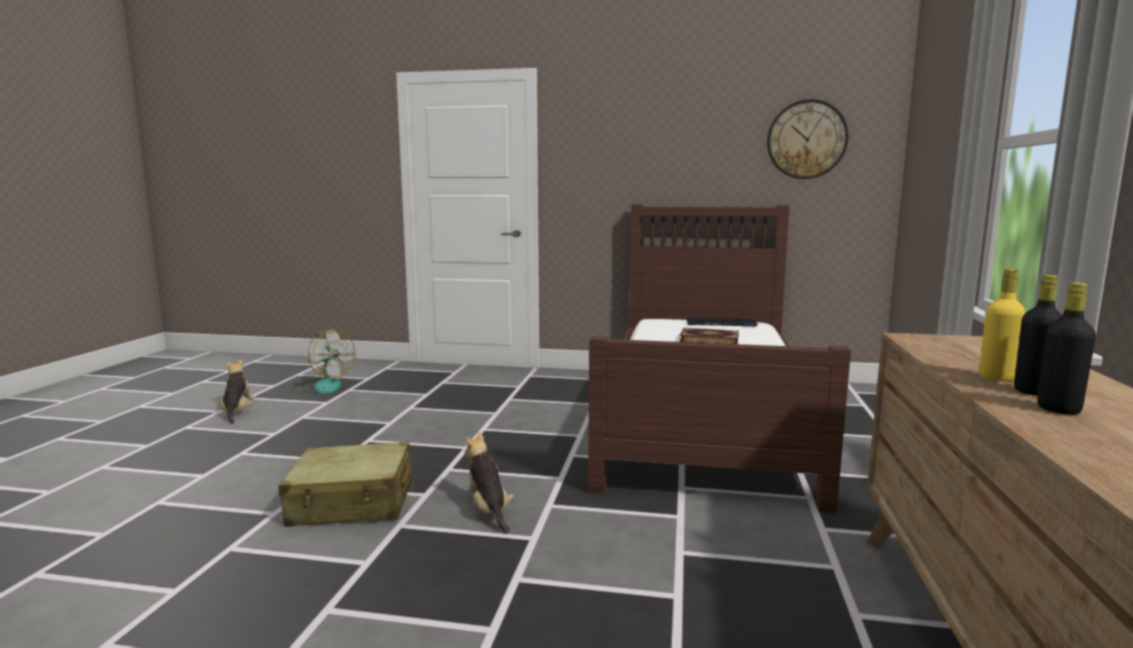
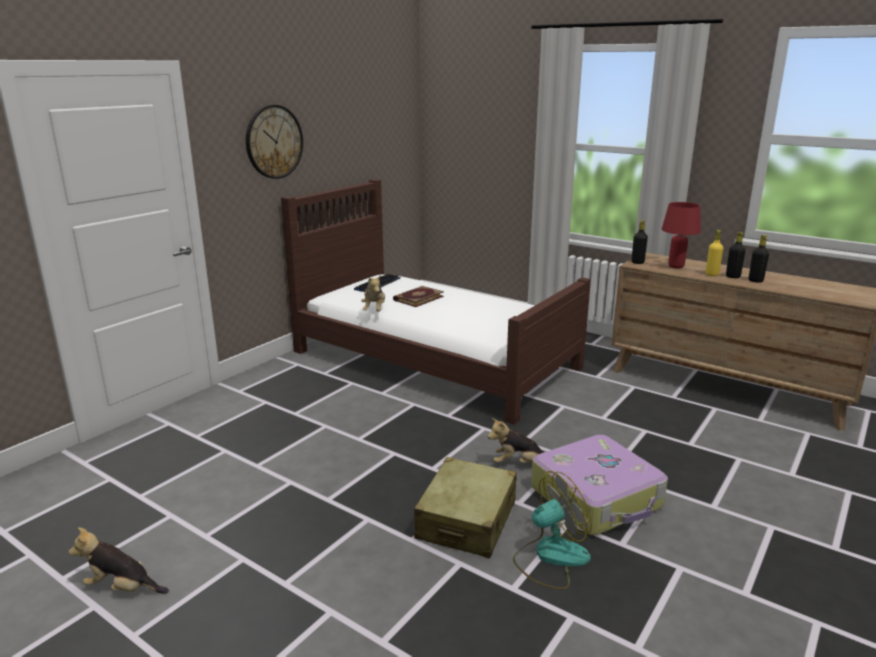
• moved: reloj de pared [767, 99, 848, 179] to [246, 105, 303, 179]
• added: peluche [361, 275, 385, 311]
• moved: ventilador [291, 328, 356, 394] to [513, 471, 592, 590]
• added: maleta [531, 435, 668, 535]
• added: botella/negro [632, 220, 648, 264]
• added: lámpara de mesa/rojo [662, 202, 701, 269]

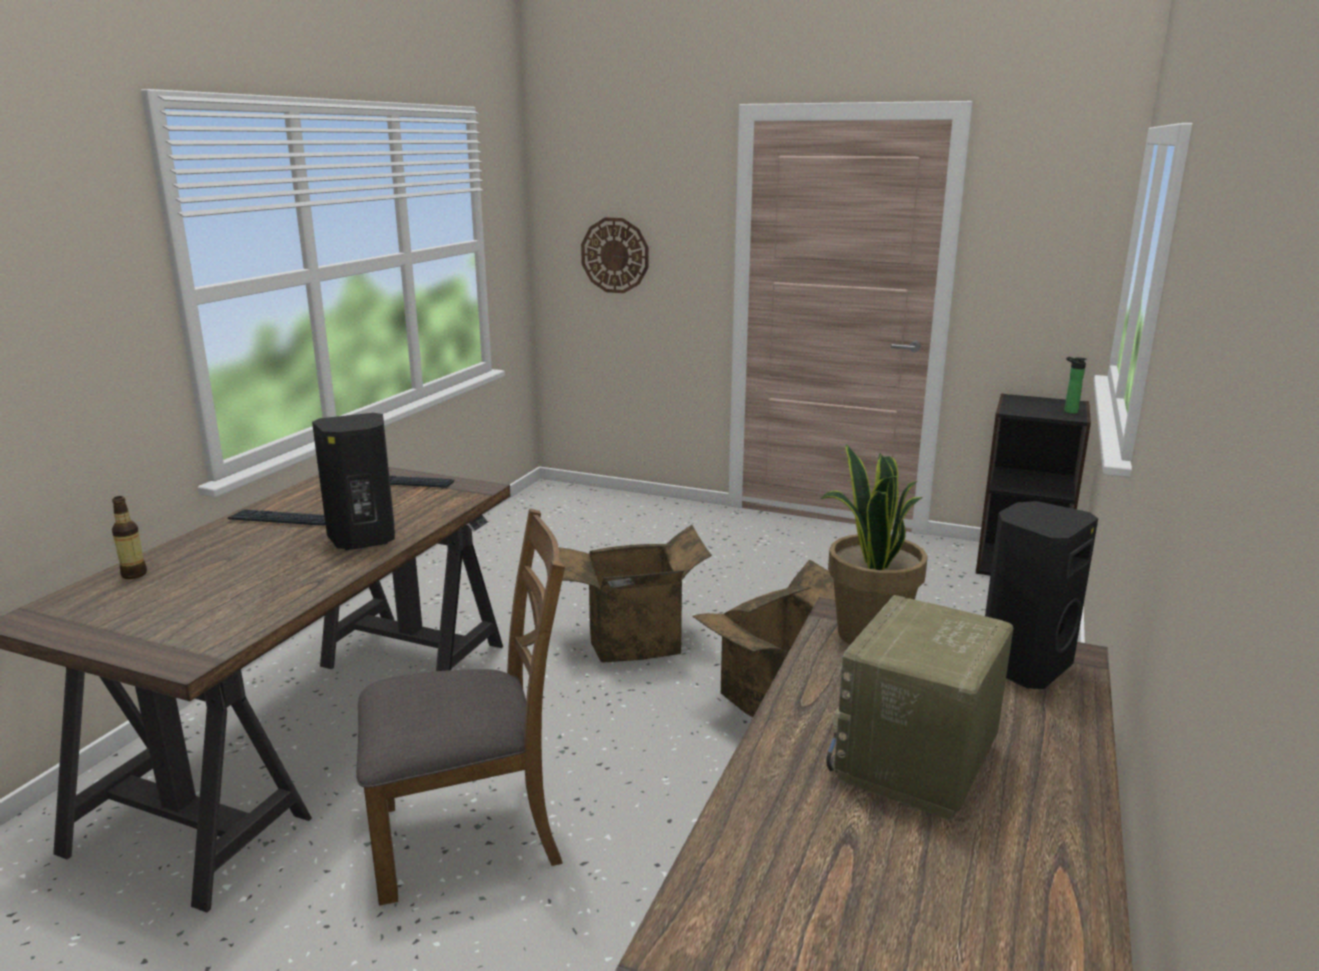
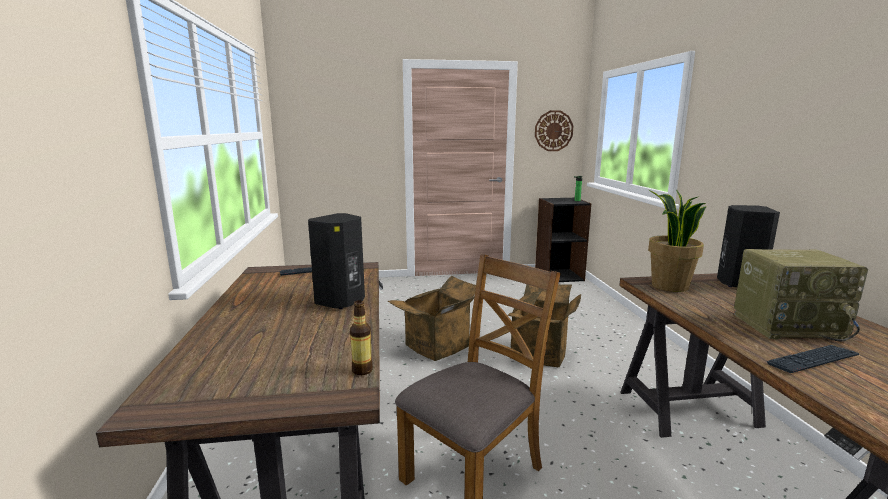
• moved: botella [112, 496, 147, 579] to [350, 300, 373, 375]
• moved: reloj de pared [581, 217, 649, 293] to [535, 110, 573, 151]
• turned: radio [826, 595, 1014, 821] = [734, 249, 868, 342] 90 degrees counterclockwise
• moved: teclado [228, 509, 326, 526] to [767, 345, 859, 373]

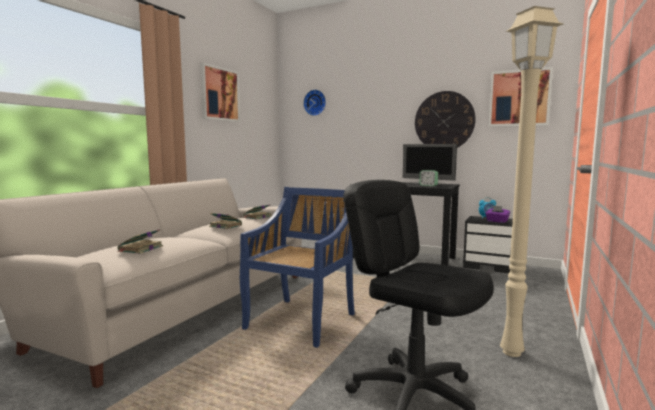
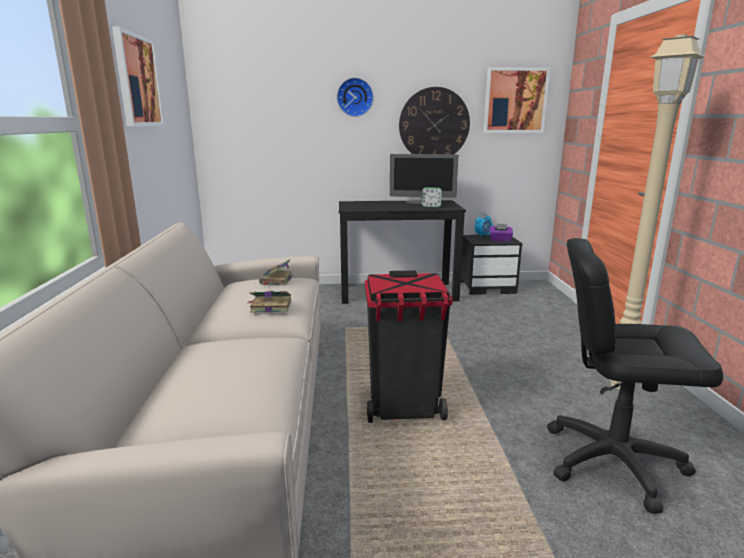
• moved: reloj de pared [303, 90, 326, 116] to [337, 78, 374, 117]
• replaced: silla/azul [240, 187, 355, 348] to papelera/negro [365, 270, 453, 423]
• removed: libro [117, 229, 163, 254]

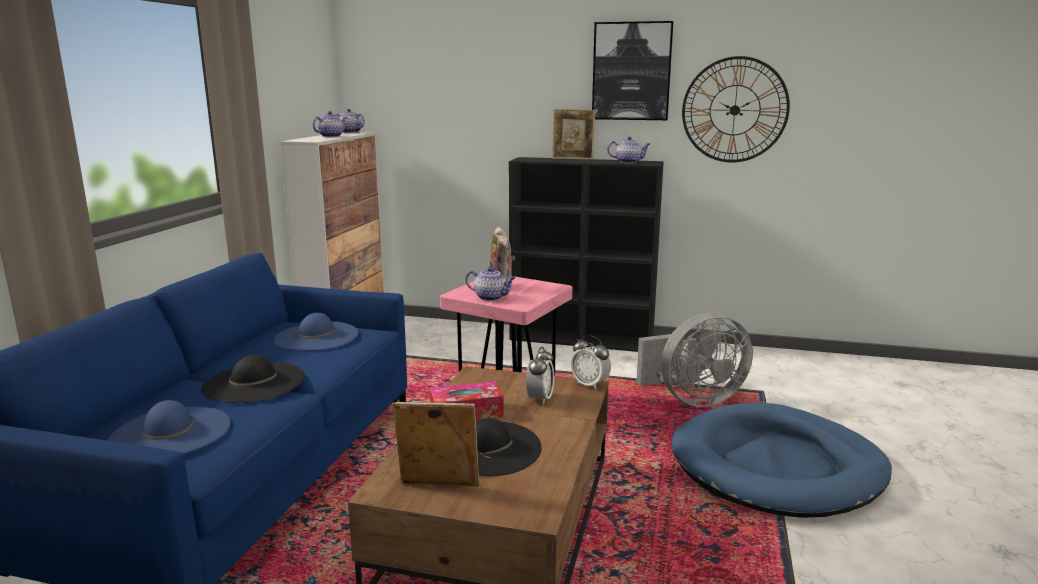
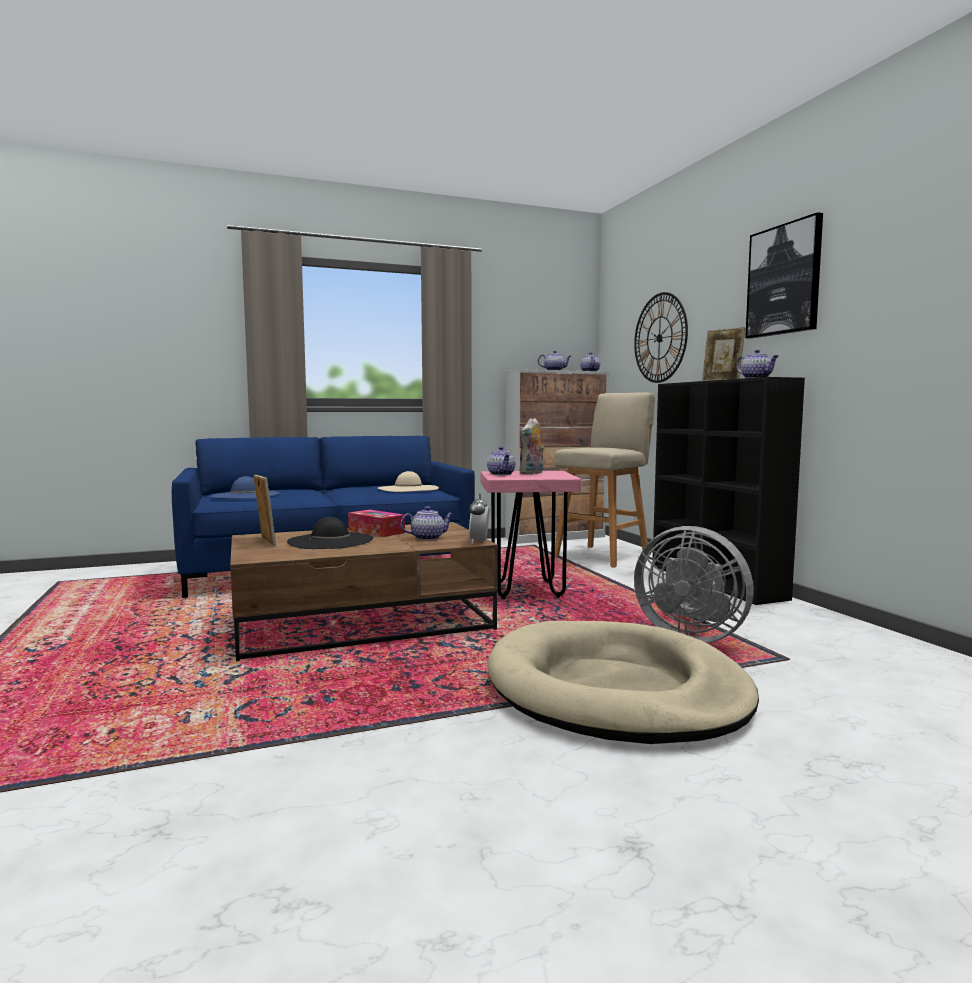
• recoloured: sombrero/azul [274, 313, 359, 350] to sombrero/beis [378, 471, 439, 492]
• replaced: despertador [526, 347, 554, 405] to tetera [401, 506, 454, 540]
• recoloured: cama para perro/azul [671, 403, 892, 518] to cama para perro/beis [487, 621, 759, 744]
• added: taburete/beis [554, 392, 655, 568]
• moved: reloj de pared [682, 56, 790, 163] to [634, 292, 688, 383]
• removed: sombrero/negro [201, 355, 305, 403]

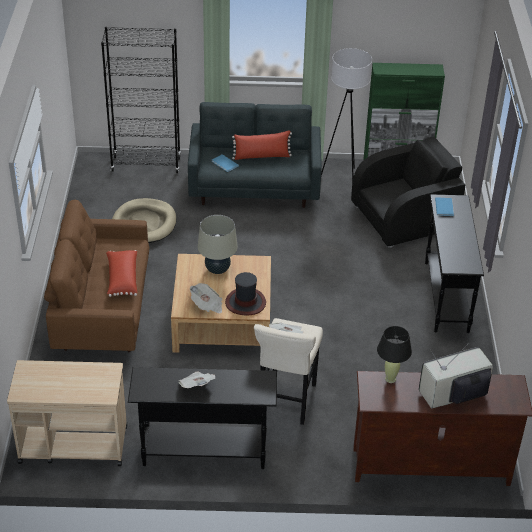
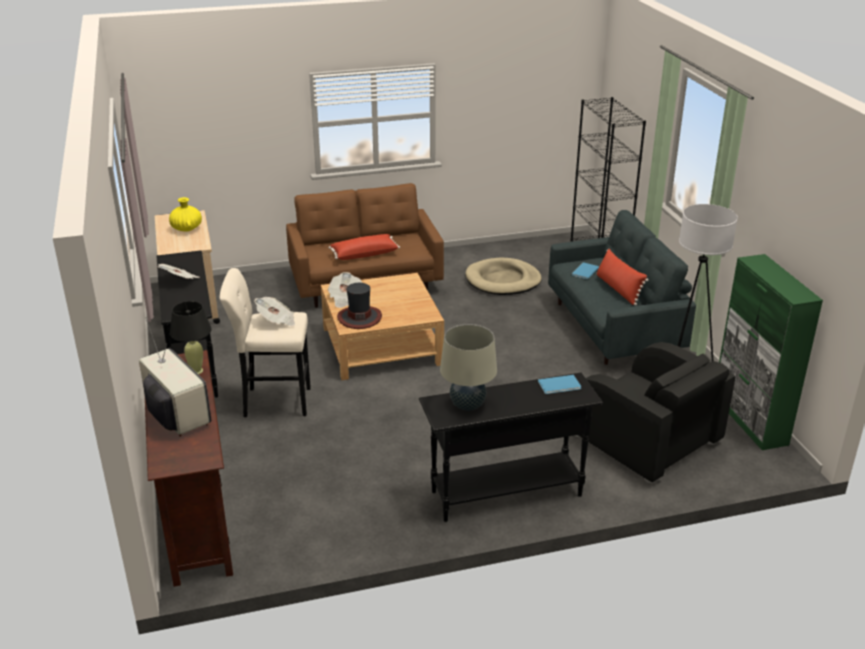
• added: florero/amarillo [169, 197, 202, 231]
• moved: lámpara de mesa/beis [198, 215, 238, 274] to [440, 324, 497, 411]

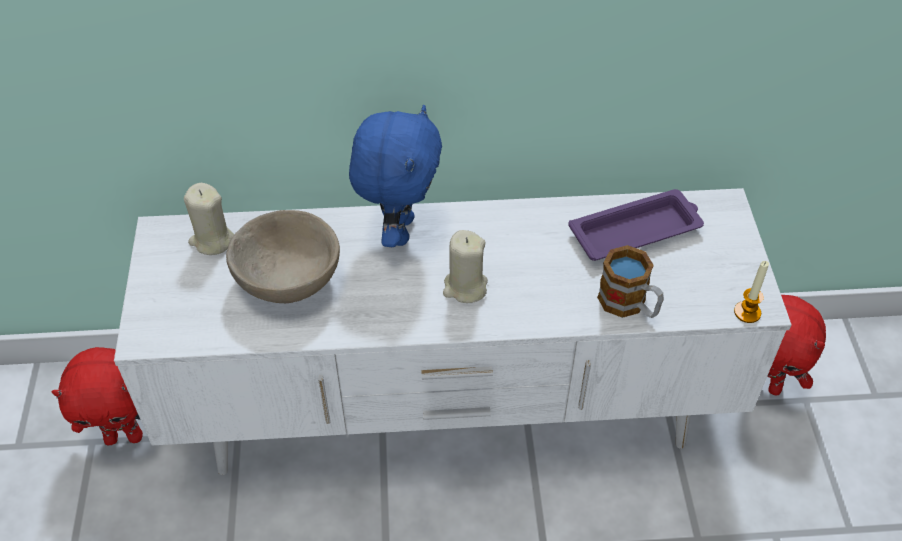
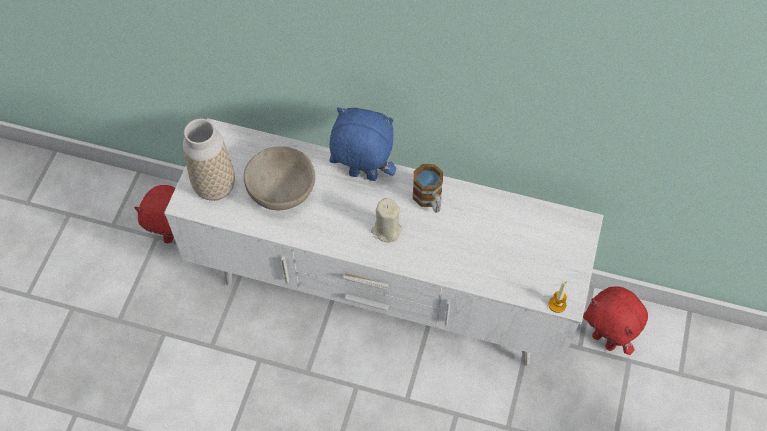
• added: florero [183, 119, 235, 201]
• turned: peluche/azul [349, 105, 442, 247] = [329, 107, 396, 181] 105 degrees counterclockwise
• moved: taza grande [597, 245, 664, 318] to [413, 164, 443, 213]
• removed: vela/beis [184, 183, 234, 255]
• removed: bandeja/morado [568, 189, 704, 261]

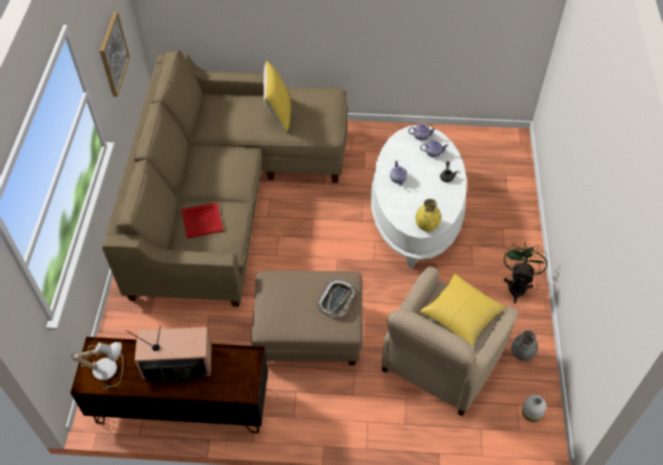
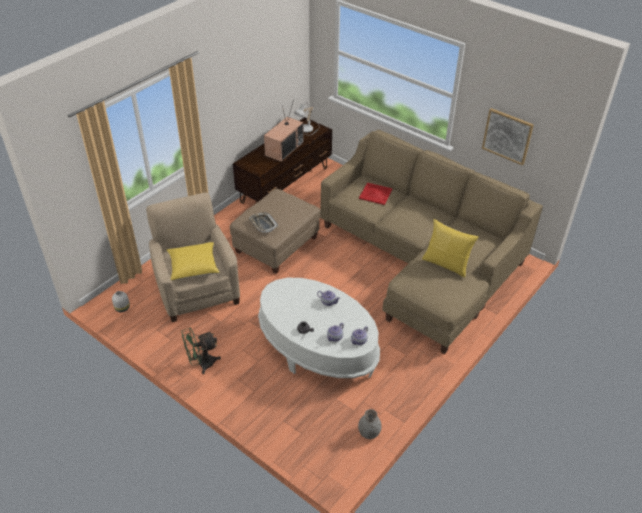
• turned: ventilador/verde [504, 241, 547, 303] = [181, 327, 221, 374] 105 degrees clockwise
• moved: florero/gris [511, 330, 538, 361] to [358, 409, 382, 439]
• removed: florero/amarillo [416, 199, 441, 231]

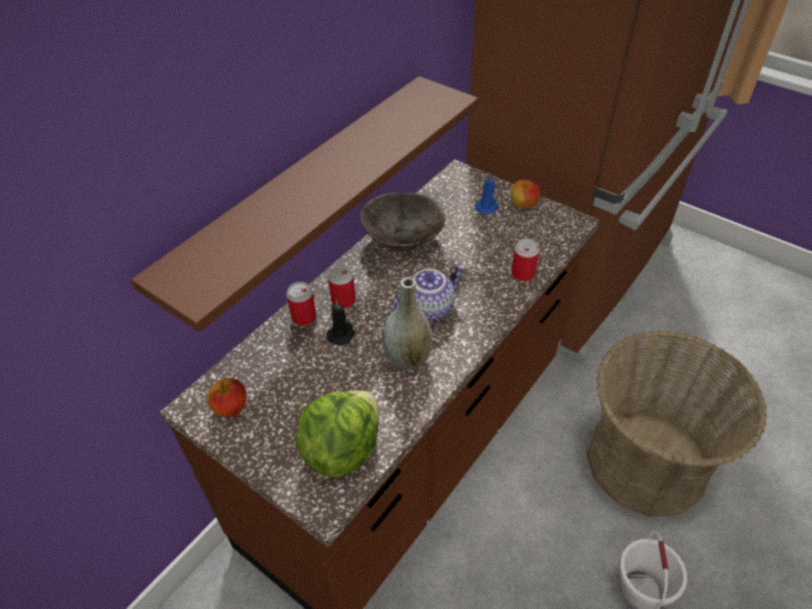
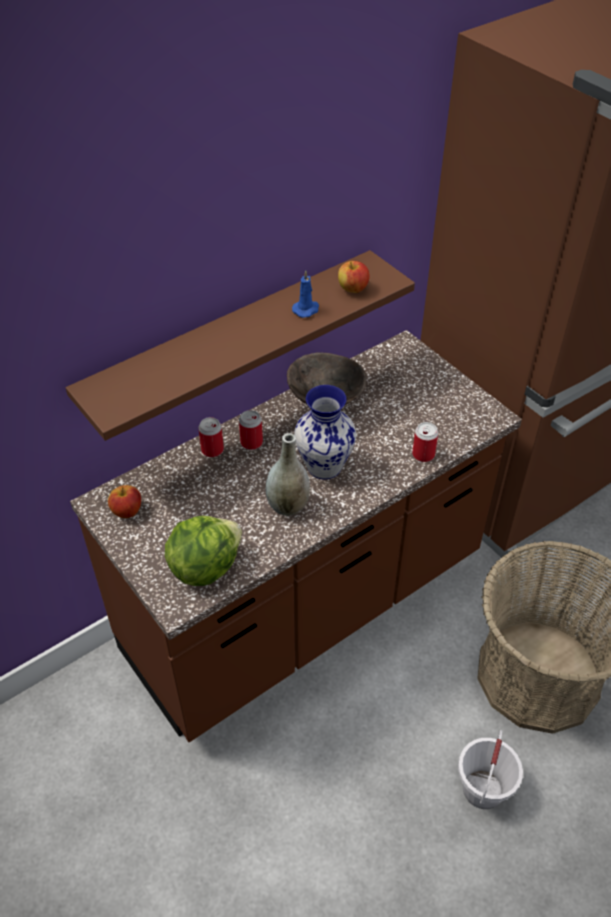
• moved: vela/azul [475, 172, 499, 215] to [292, 270, 319, 318]
• replaced: tetera [391, 264, 465, 322] to florero [294, 385, 356, 480]
• moved: manzana [510, 179, 540, 208] to [338, 261, 370, 293]
• removed: vela/negro [326, 300, 355, 346]

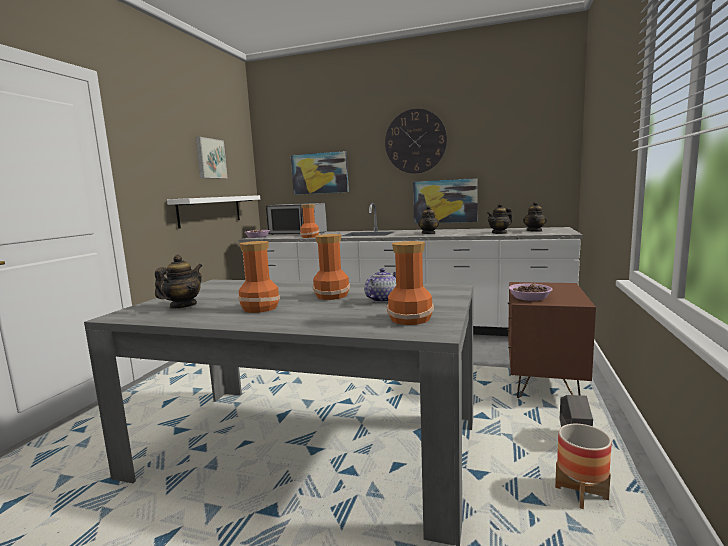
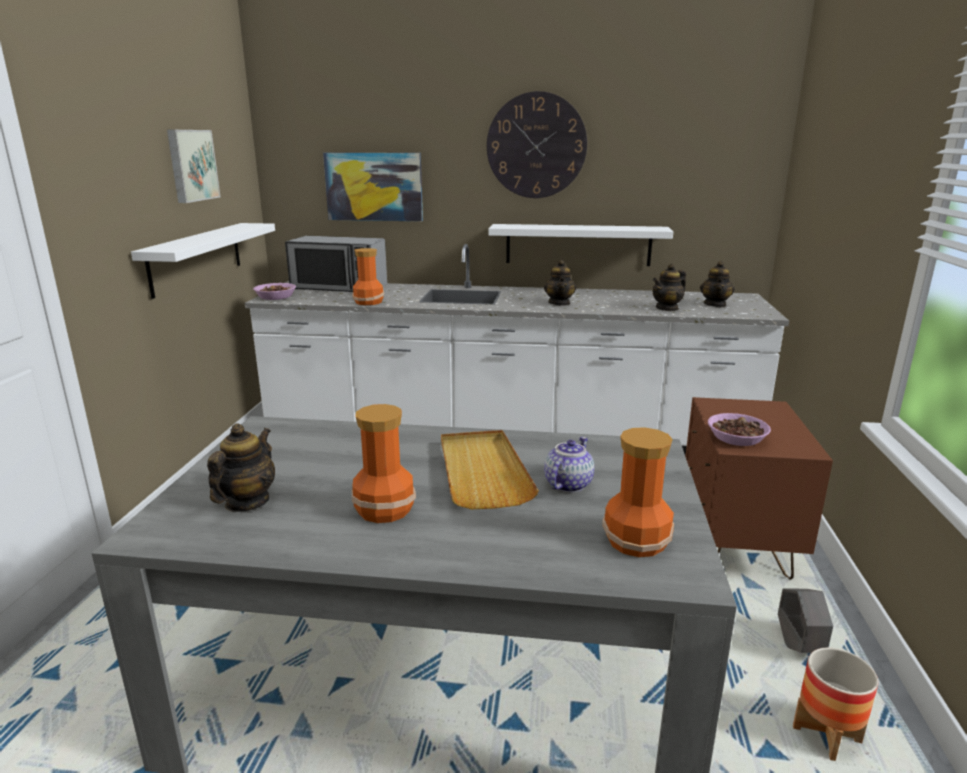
• replaced: florero [312, 234, 350, 300] to bandeja/beis [441, 430, 539, 509]
• replaced: cuadro [413, 178, 478, 223] to estante/blanco [488, 224, 673, 266]

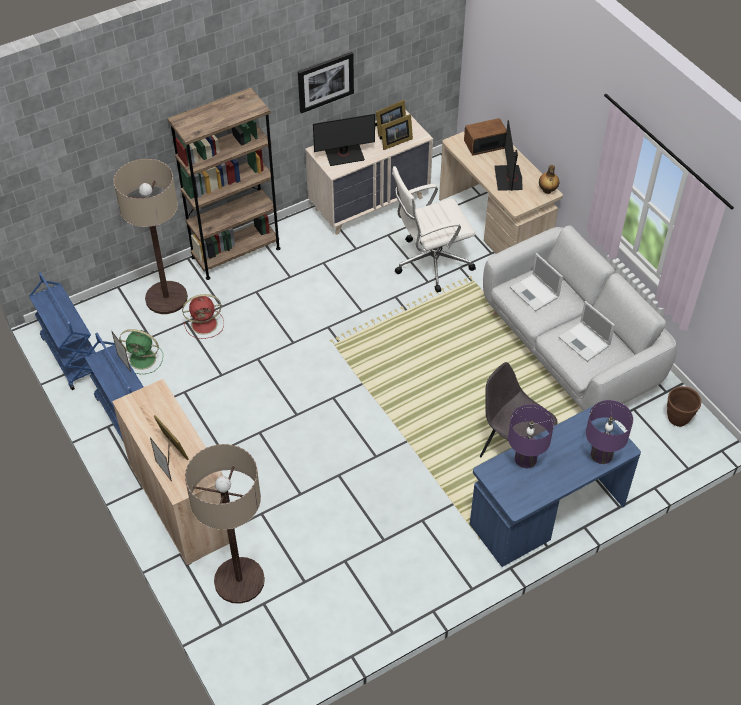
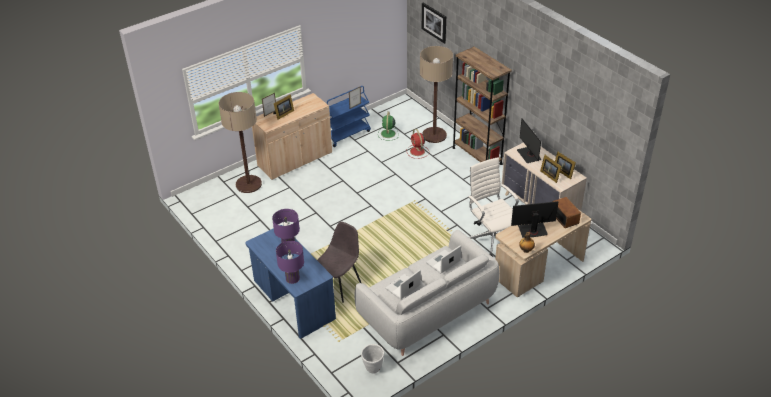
• recoloured: maceta/marrón [667, 386, 701, 427] to maceta/blanco [361, 344, 384, 374]
• moved: cuadro [298, 52, 354, 114] to [422, 3, 446, 44]
• removed: carrito/azul [29, 272, 96, 390]

